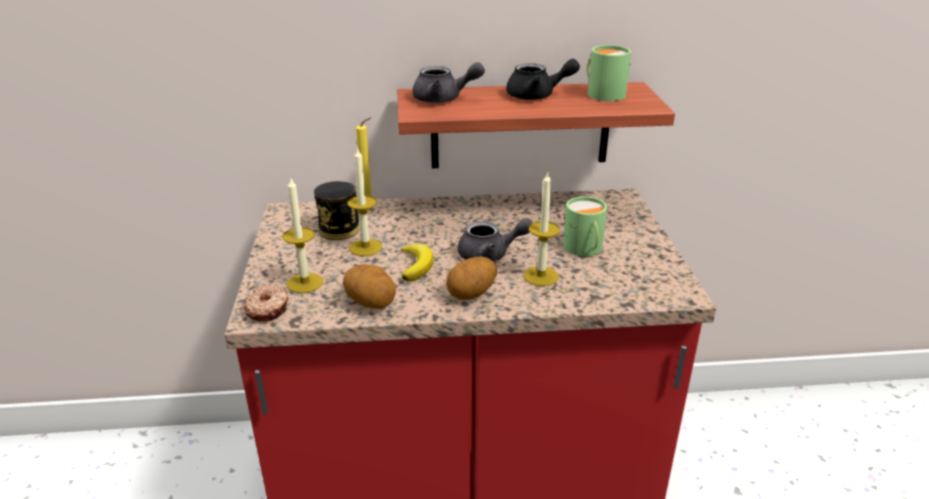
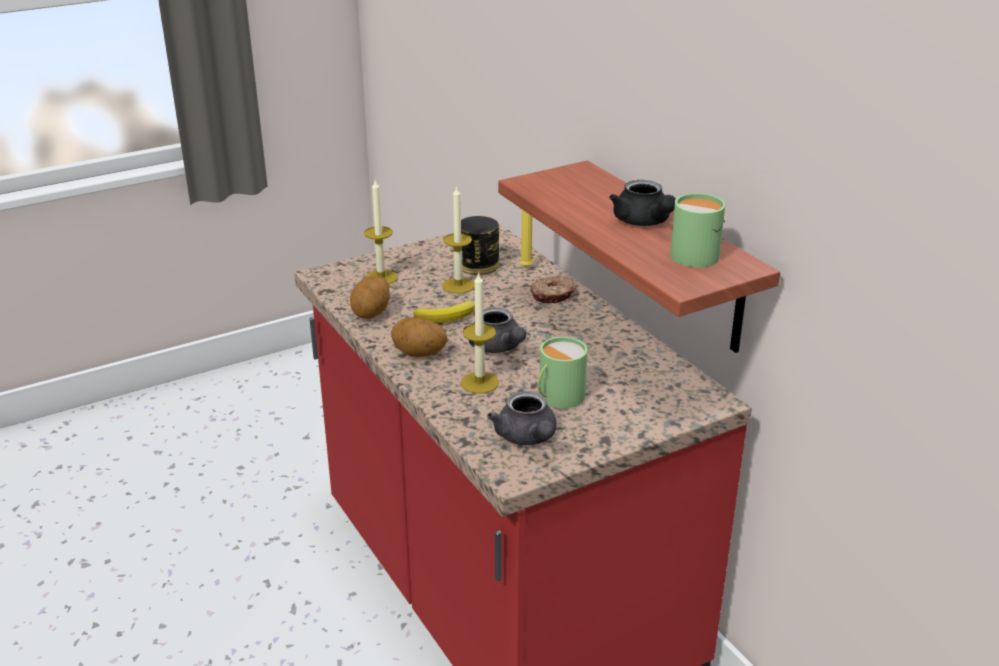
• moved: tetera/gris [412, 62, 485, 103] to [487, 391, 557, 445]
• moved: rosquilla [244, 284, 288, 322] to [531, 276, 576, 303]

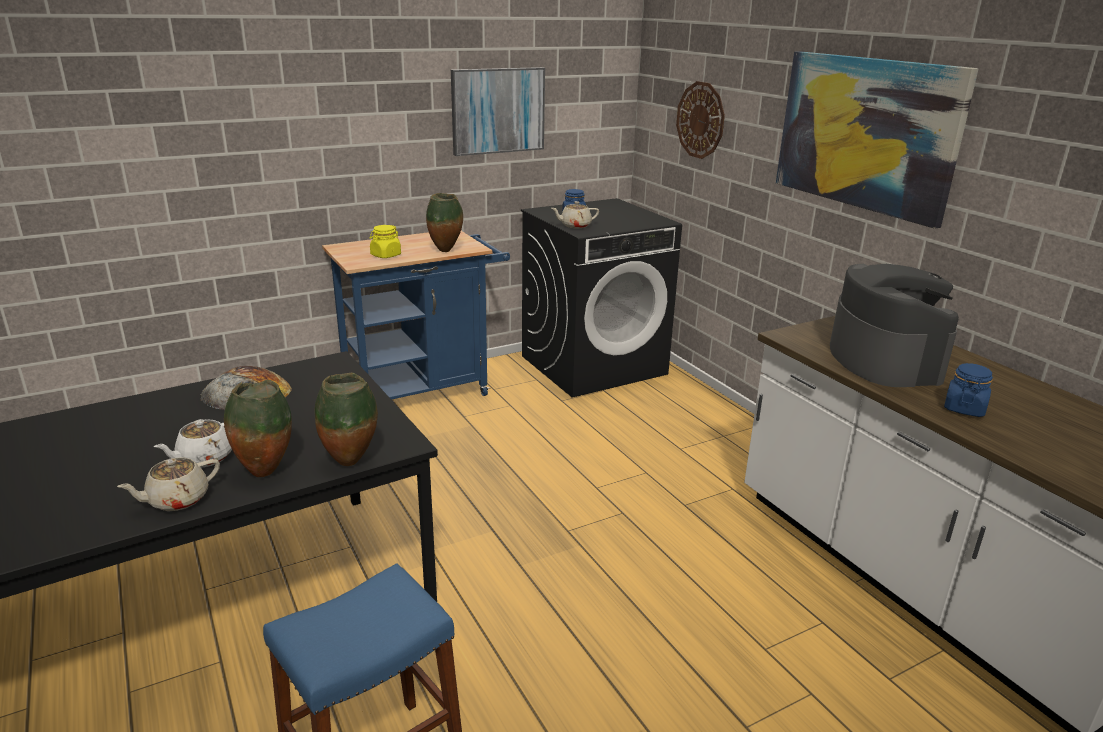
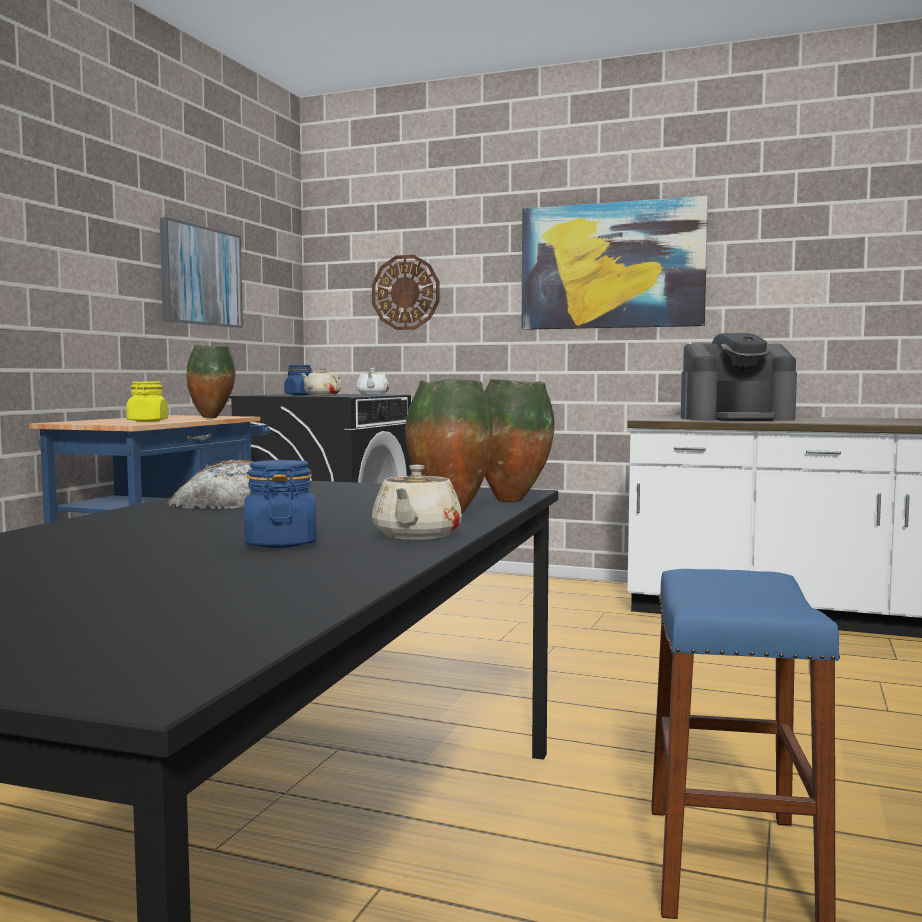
• moved: tarro/azul [944, 363, 993, 417] to [244, 460, 317, 548]
• moved: tetera/blanco [154, 419, 232, 467] to [356, 368, 389, 394]
• turned: cafetera [830, 264, 959, 387] = [680, 333, 797, 421] 135 degrees clockwise

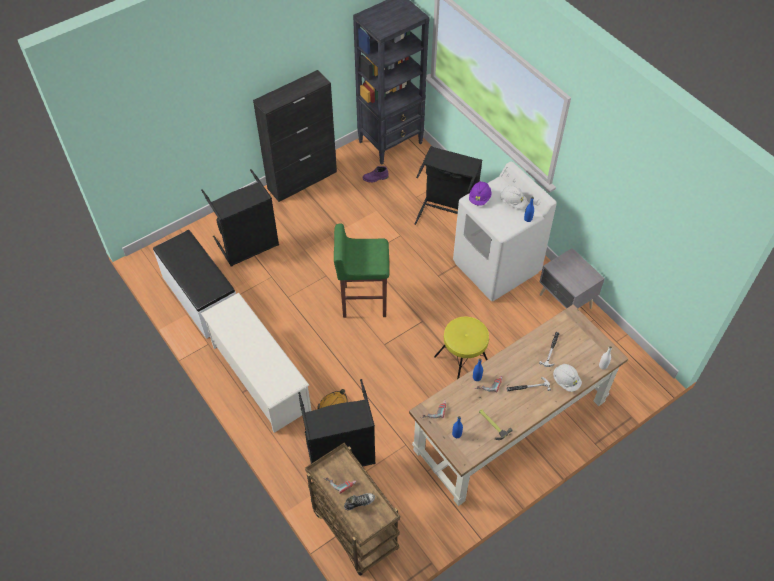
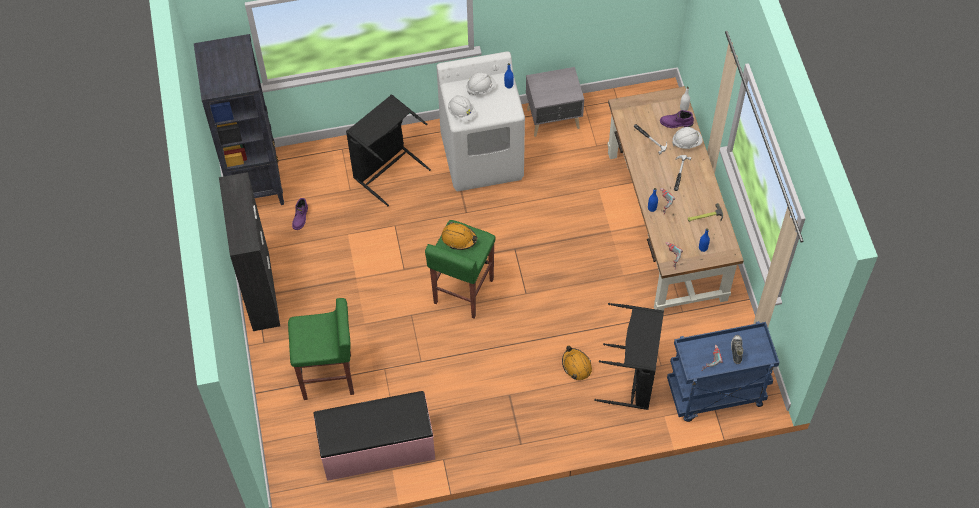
• replaced: cesto de la ropa/negro [201, 169, 279, 267] to taburete/verde [288, 298, 354, 400]
• recoloured: banco/blanco [153, 230, 236, 339] to banco/rosa [314, 391, 435, 481]
• added: casco/naranja [441, 222, 478, 250]
• recoloured: casco/morado [469, 181, 491, 206] to casco/blanco [448, 95, 476, 121]
• added: bota/morado [660, 110, 694, 128]
• recoloured: carrito/marrón [305, 443, 400, 576] to carrito/azul [667, 321, 780, 422]
• removed: zapatero/blanco [201, 293, 311, 433]
• removed: taburete/amarillo [434, 317, 489, 379]

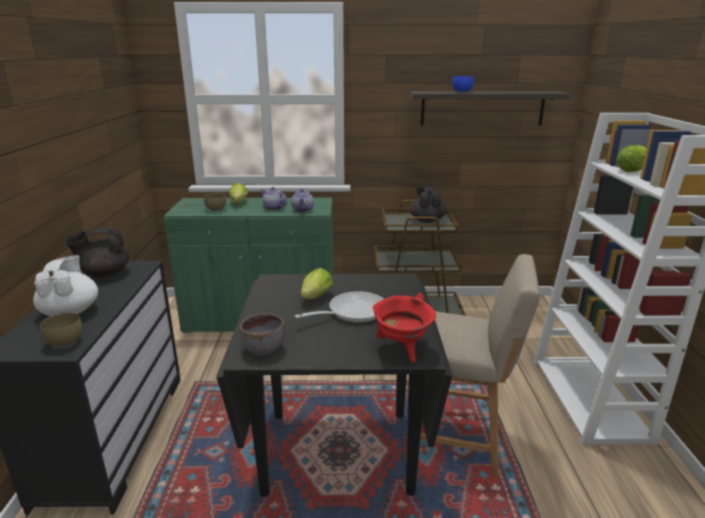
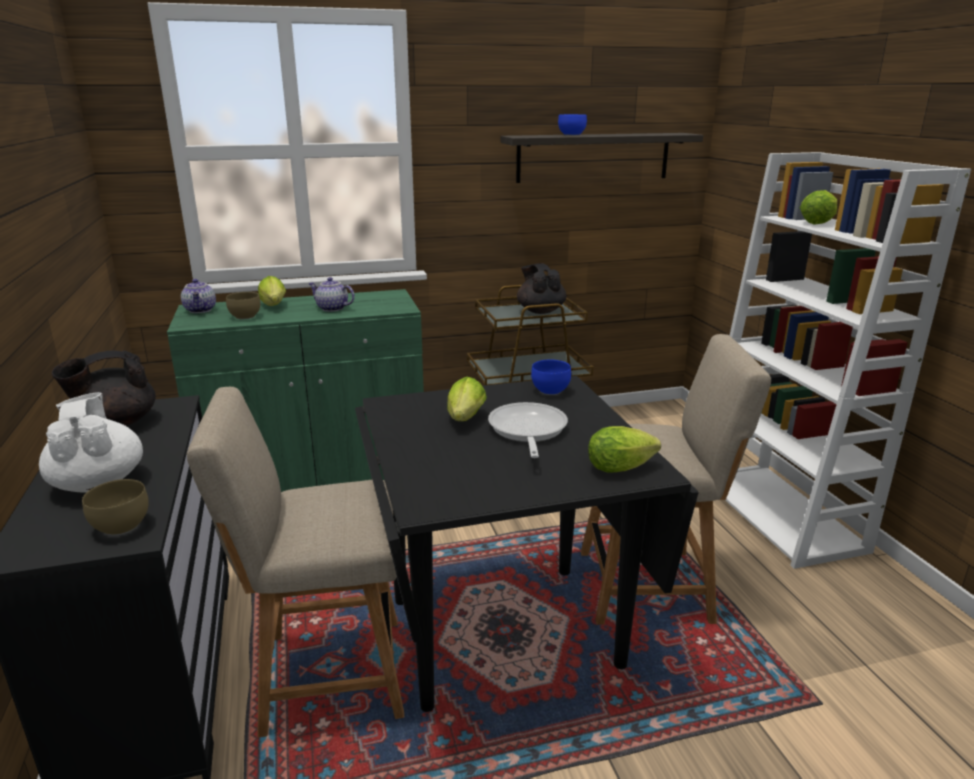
• moved: tetera [291, 189, 314, 212] to [181, 279, 216, 313]
• added: silla/beis [187, 387, 404, 737]
• turned: sartén [295, 291, 383, 323] = [488, 402, 568, 458] 45 degrees counterclockwise
• added: cuenco/azul [531, 360, 571, 395]
• replaced: olla/rojo [372, 293, 436, 363] to lechuga [588, 426, 661, 473]
• removed: cuenco/gris [240, 313, 285, 356]

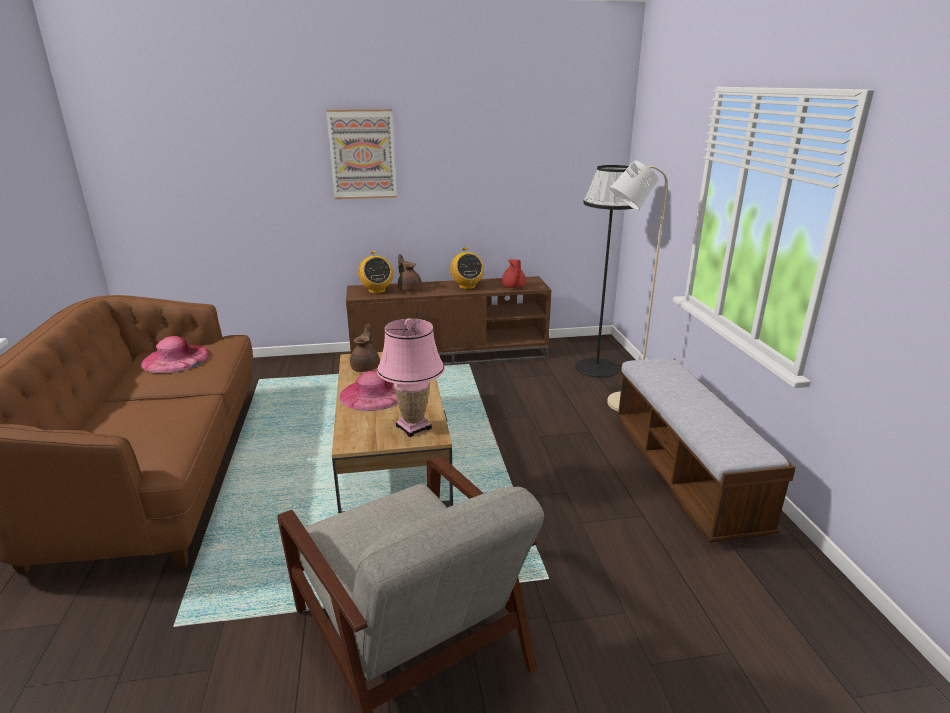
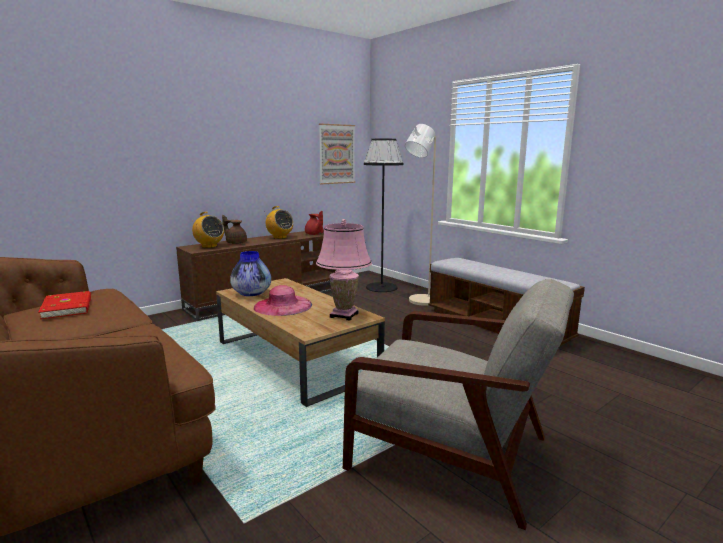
• replaced: sombrero/rosa [141, 336, 210, 373] to libro/rojo [38, 291, 91, 319]
• replaced: tetera/marrón [350, 323, 380, 372] to florero [230, 251, 271, 296]
• moved: cuadro [326, 109, 397, 199] to [319, 123, 355, 184]

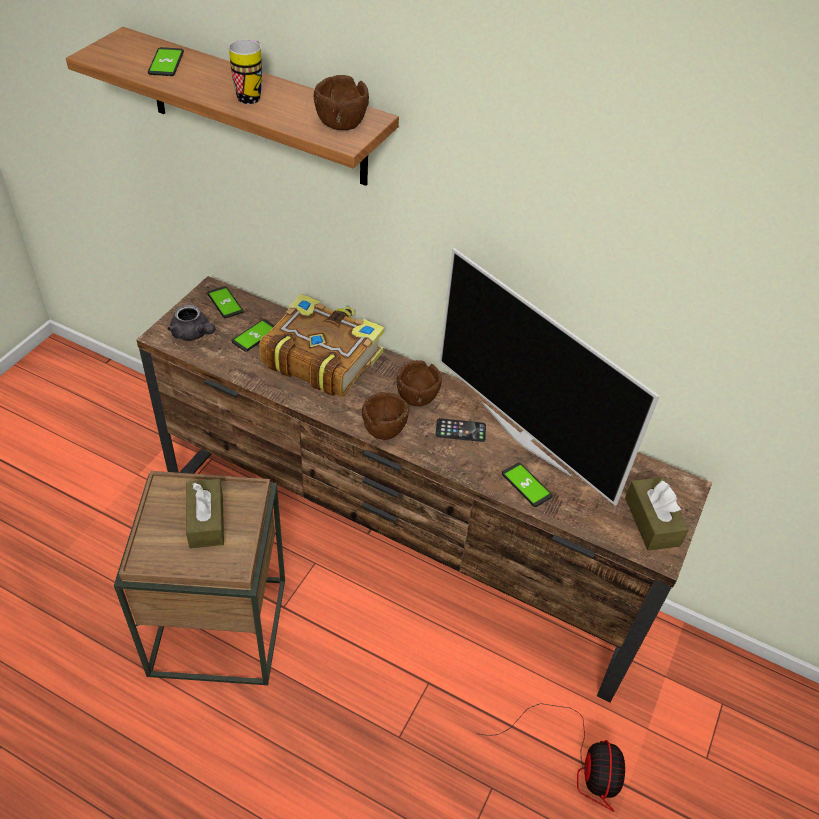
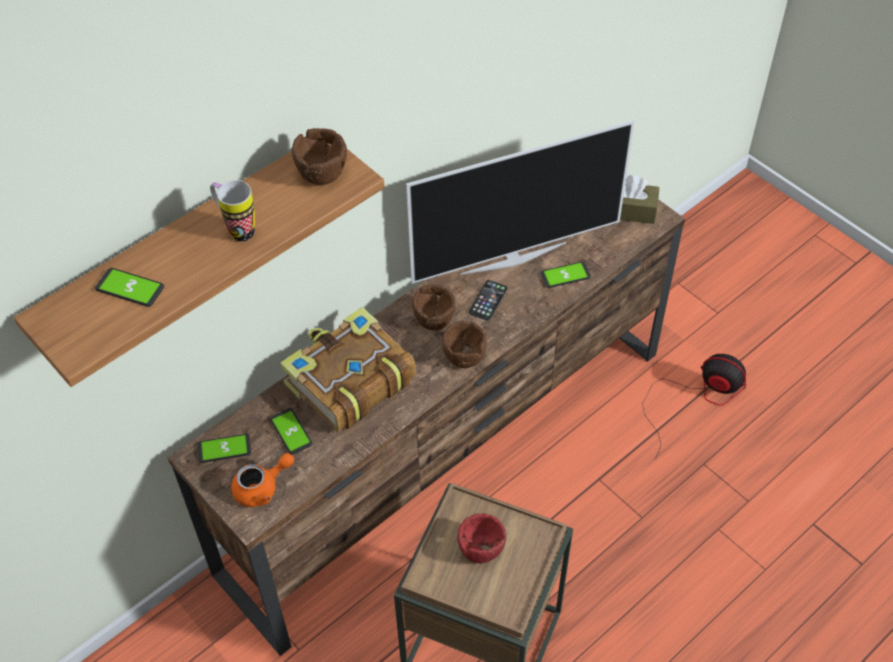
• recoloured: tetera/gris [168, 305, 215, 341] to tetera/naranja [231, 453, 294, 507]
• replaced: caja de pañuelos/marrón [186, 479, 224, 549] to cuenco/rojo [457, 513, 506, 563]

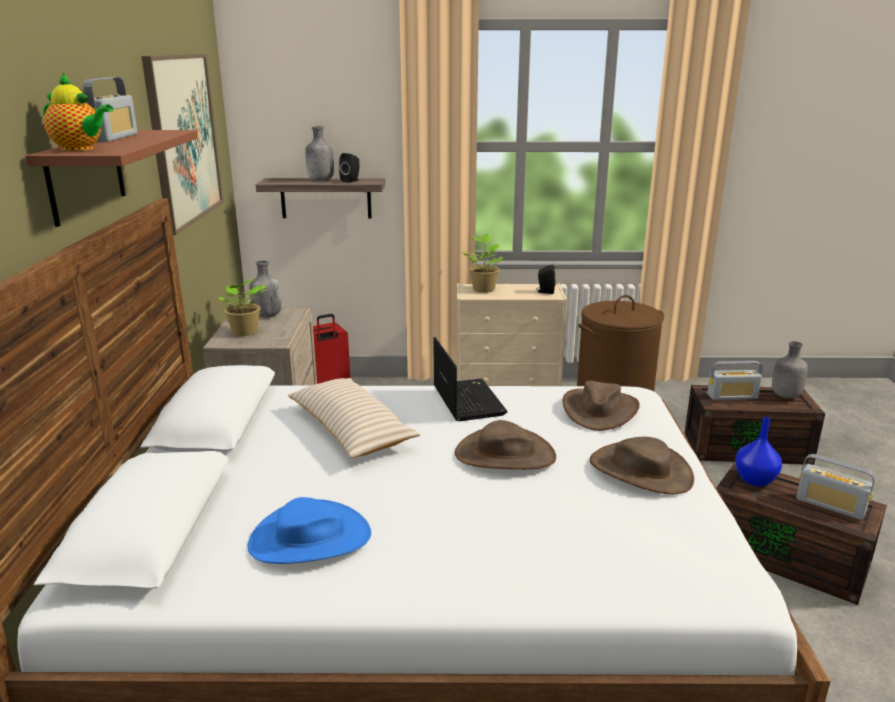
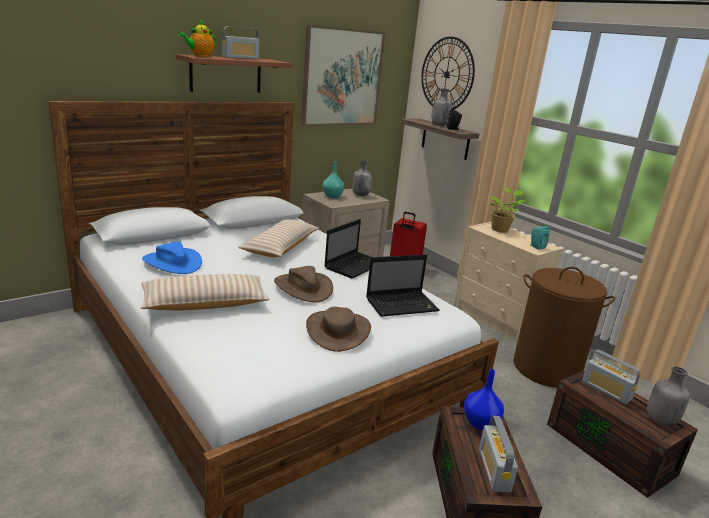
• added: cojín/beis [141, 274, 269, 311]
• turned: tetera [43, 73, 113, 151] = [178, 20, 217, 57] 60 degrees clockwise
• replaced: planta en maceta [218, 278, 268, 336] to florero/turquesa [322, 161, 344, 198]
• replaced: sombrero/marrón [563, 381, 640, 431] to portátil [366, 254, 440, 317]
• added: reloj de pared [421, 37, 475, 109]
• recoloured: altavoz/negro [536, 265, 556, 294] to altavoz/turquesa [530, 226, 550, 250]

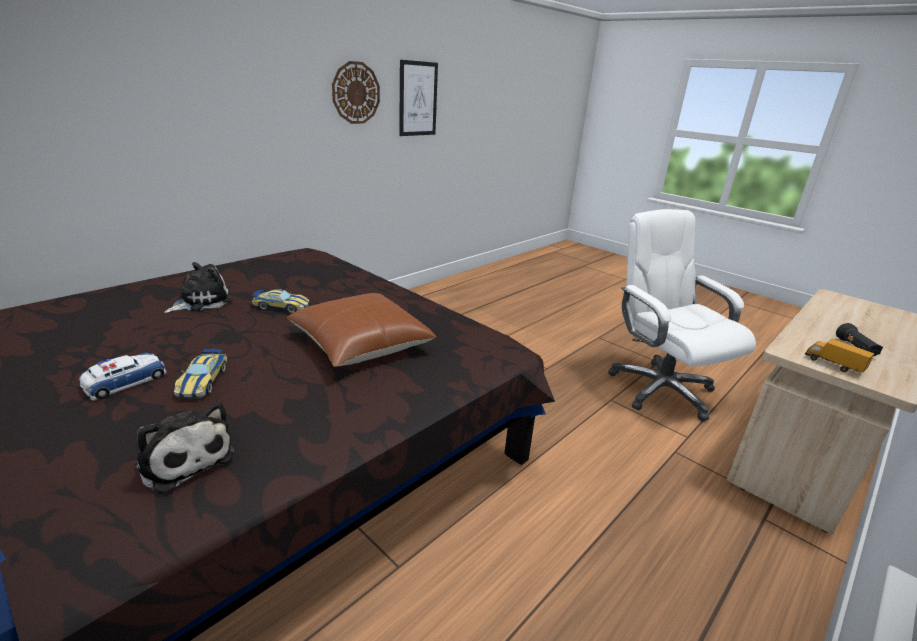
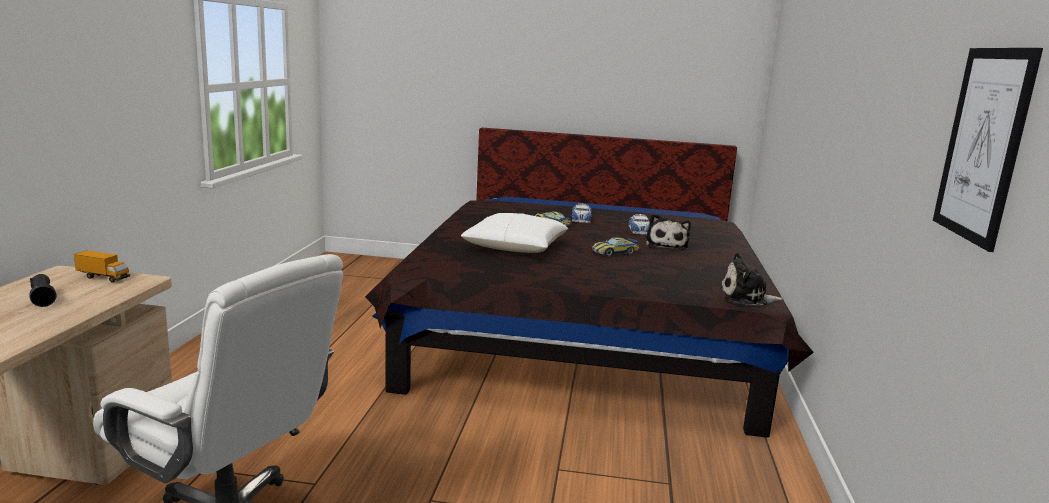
• recoloured: cojín/marrón [287, 293, 436, 367] to cojín/blanco [461, 213, 568, 253]
• added: coche de juguete [628, 214, 650, 235]
• moved: peluche [135, 402, 234, 494] to [720, 253, 784, 306]
• removed: reloj de pared [332, 61, 380, 124]

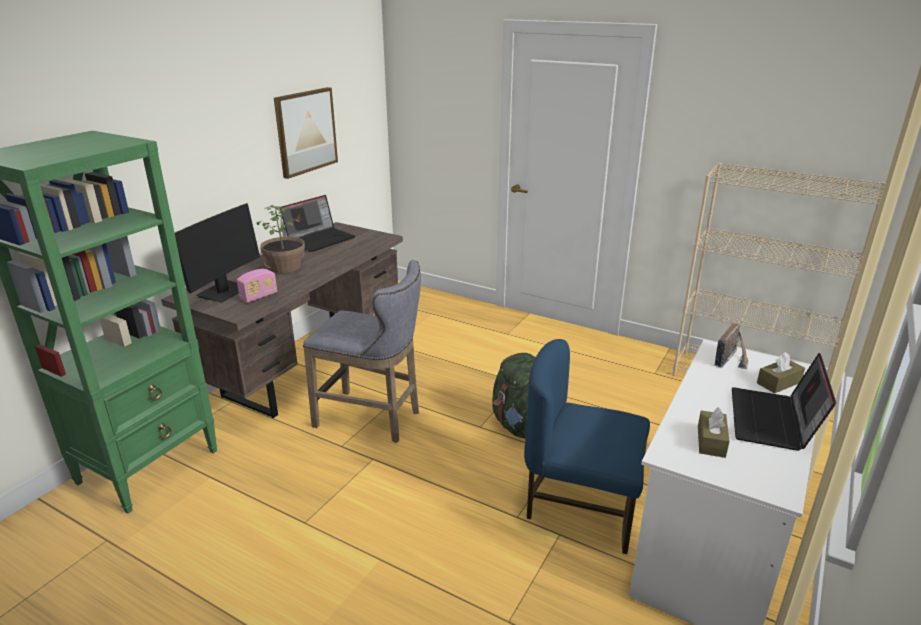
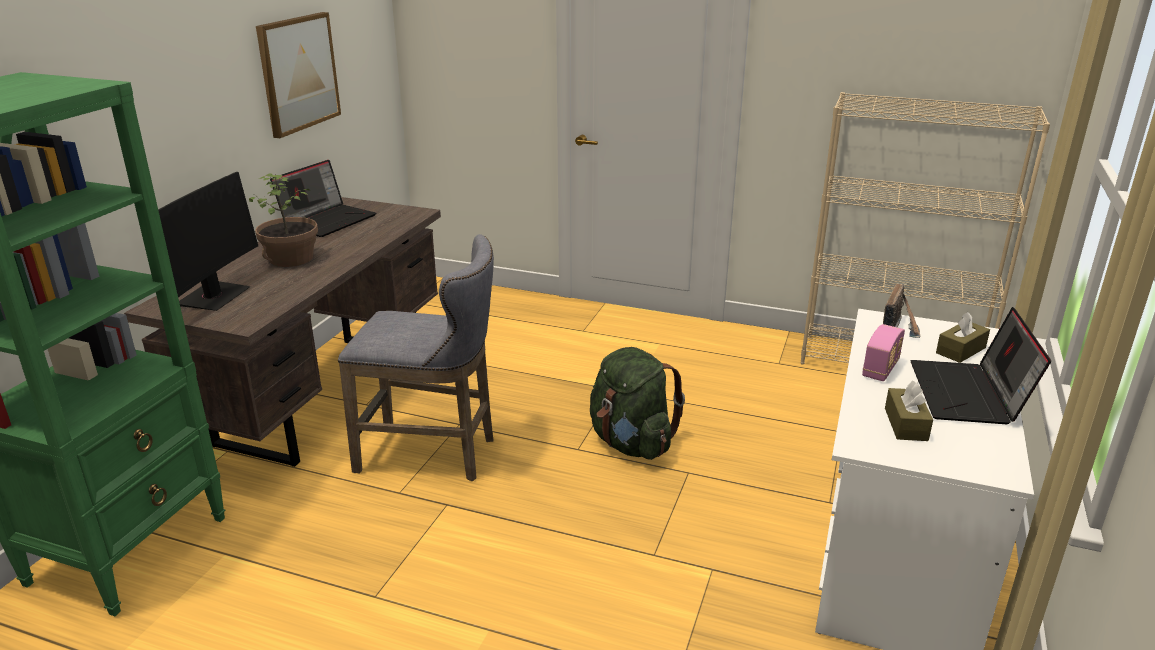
• moved: radio [237, 269, 277, 303] to [862, 324, 905, 381]
• removed: silla/azul [524, 339, 650, 554]

